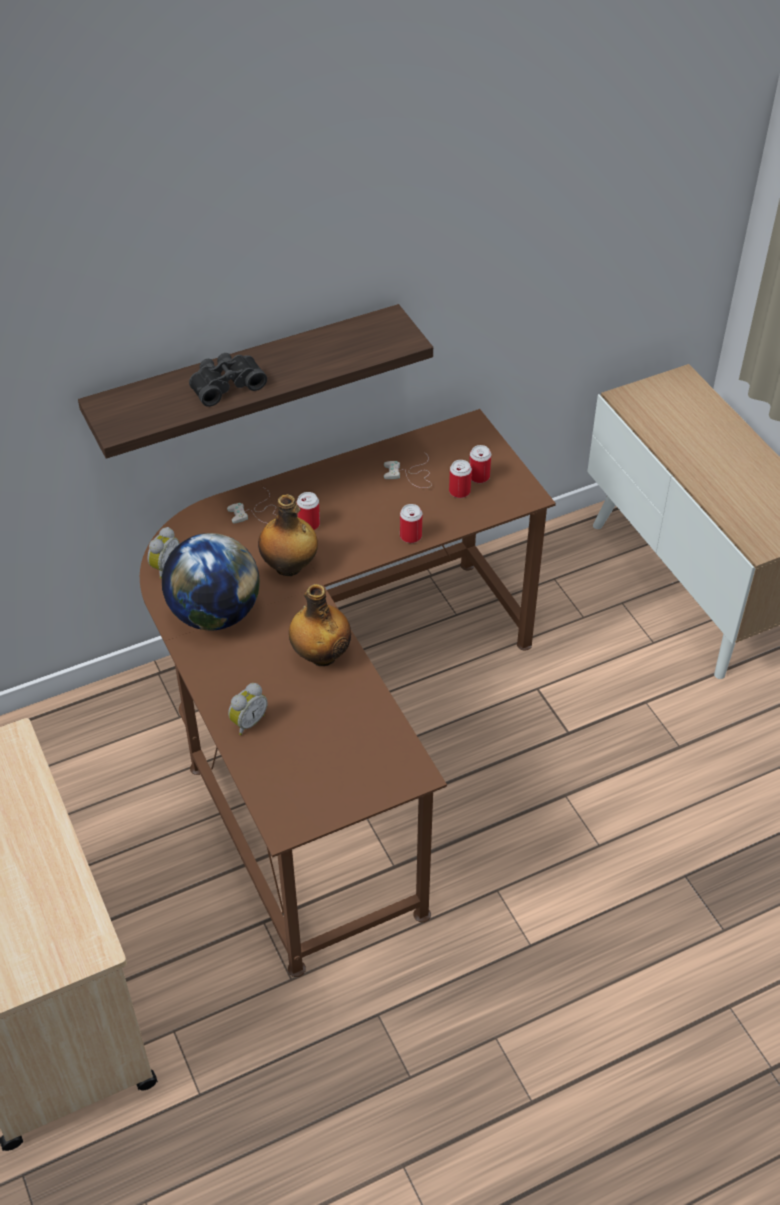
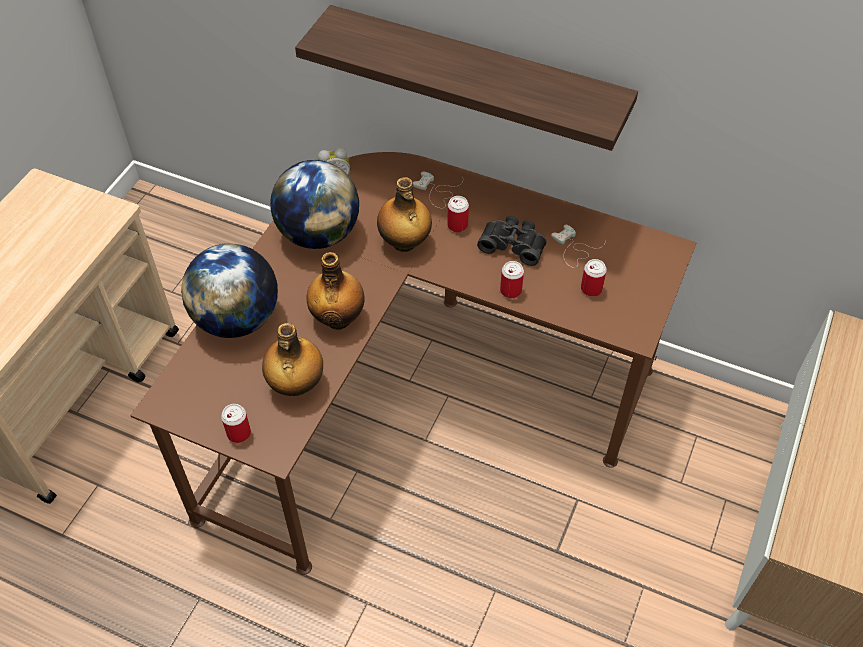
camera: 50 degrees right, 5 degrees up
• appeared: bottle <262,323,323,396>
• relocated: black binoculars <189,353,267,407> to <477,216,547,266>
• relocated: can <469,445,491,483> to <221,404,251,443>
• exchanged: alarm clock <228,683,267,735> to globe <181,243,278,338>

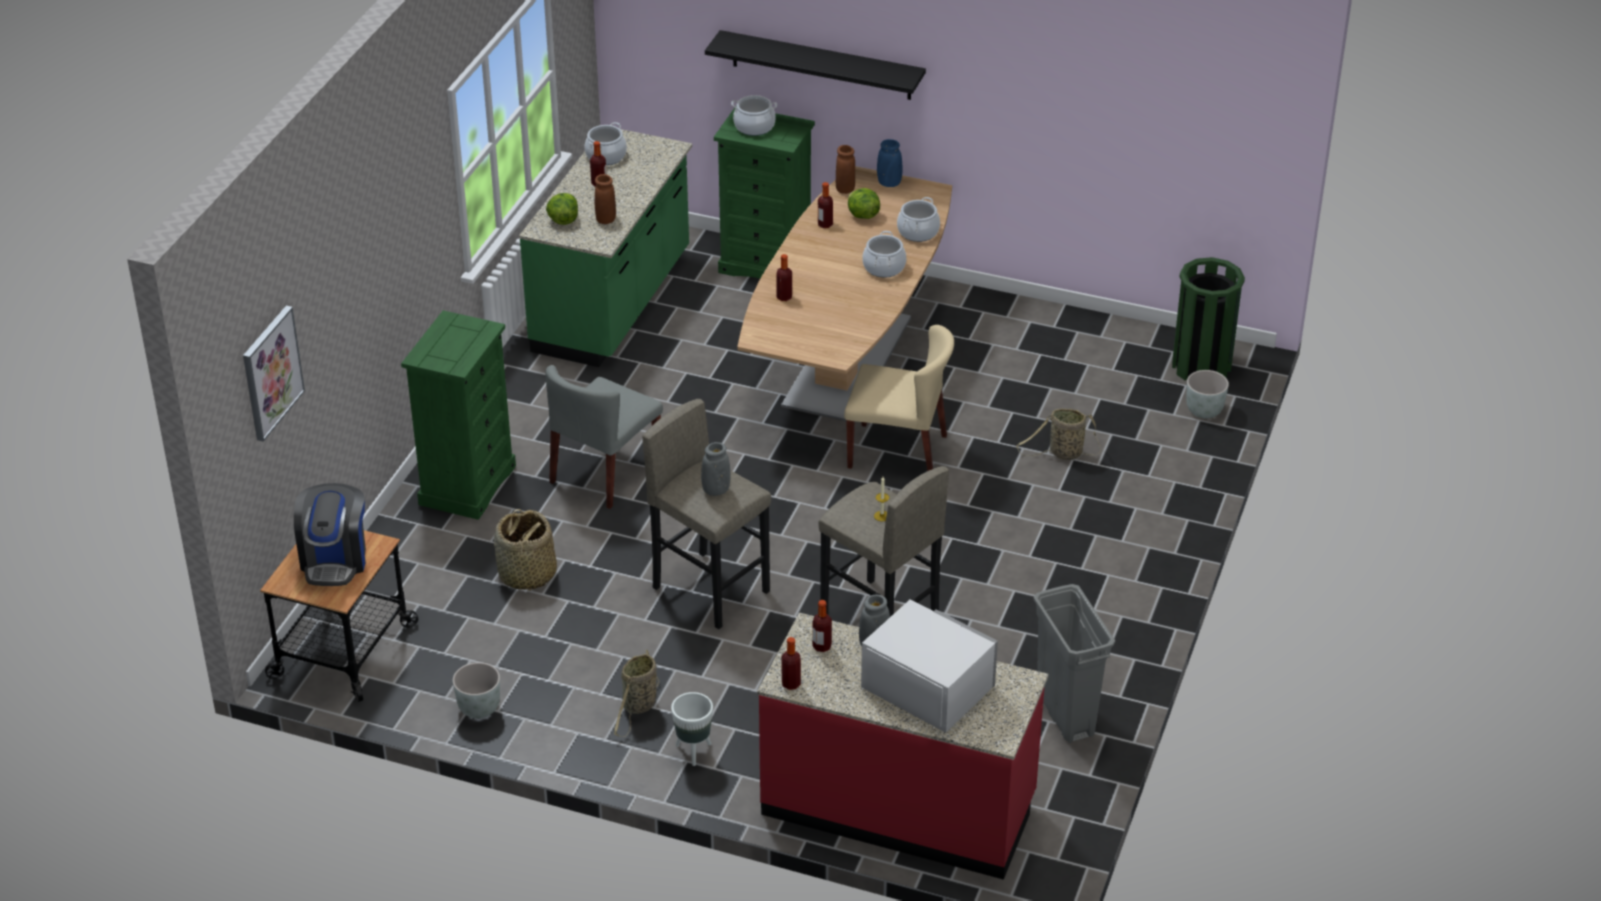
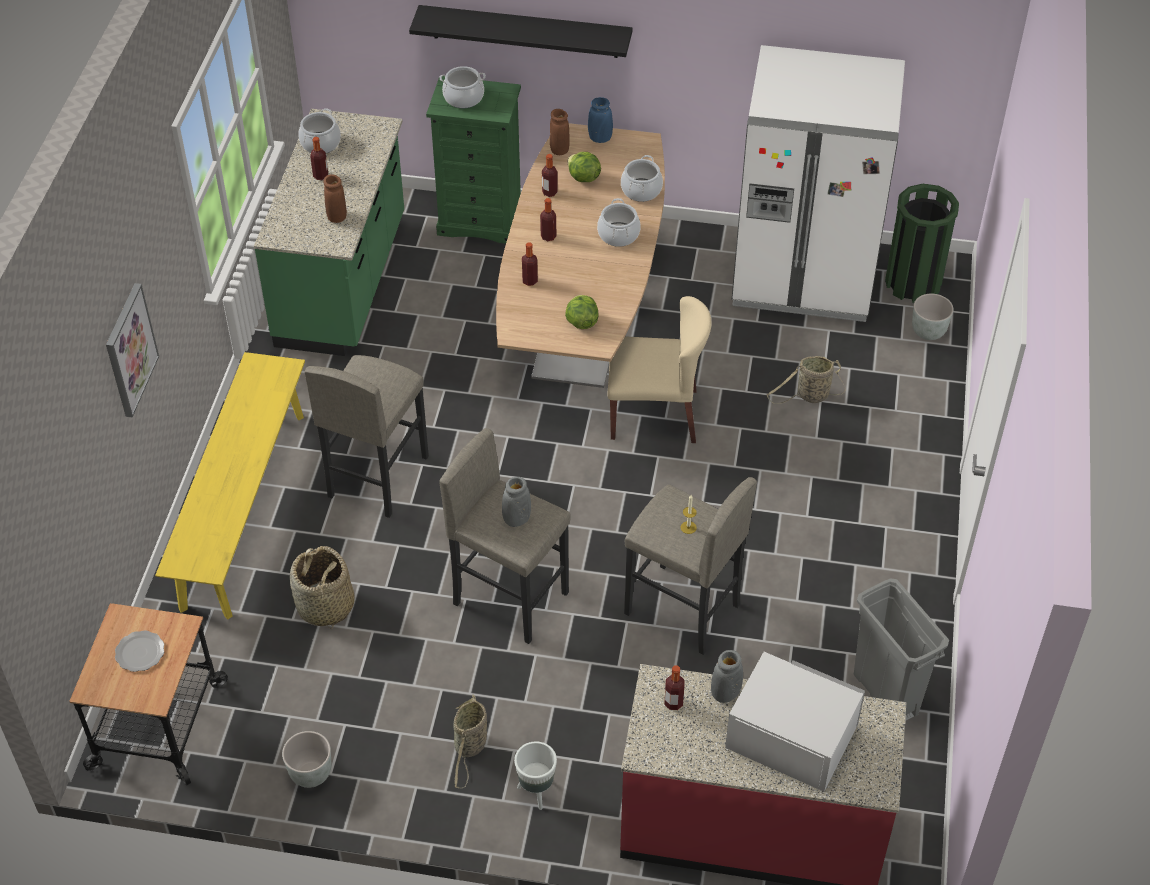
camera: 10 degrees left, 10 degrees up
• appeared: white fridge <732,45,905,322>
• relocated: picture <243,306,305,442> to <106,283,159,417>
• relocated: lettuce <546,193,578,225> to <565,295,599,329>
• relocated: bottle <782,637,801,690> to <540,198,556,241>
• exchanged: coffee machine <294,483,366,586> to plate <115,630,164,672>
• exchanged: green dresser <401,310,516,520> to yellow bench <155,352,305,620>
• exchanged: grey chair <545,365,663,509> to grey stool <304,355,429,518>

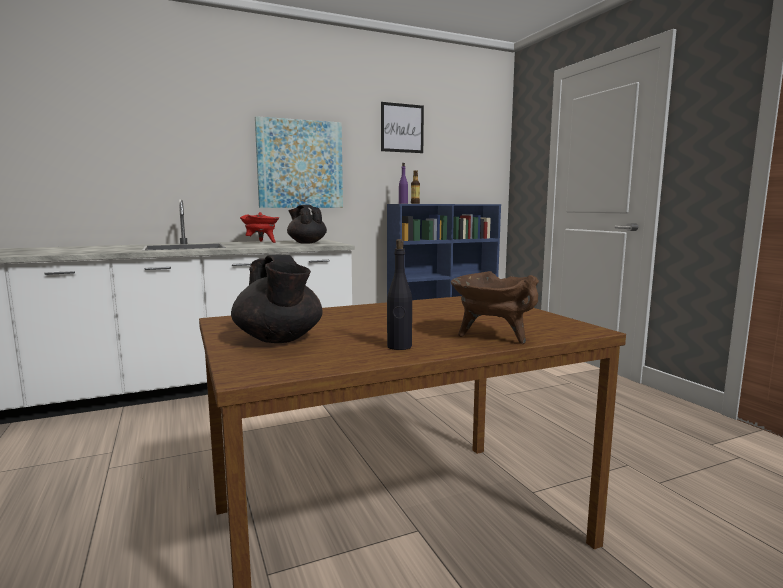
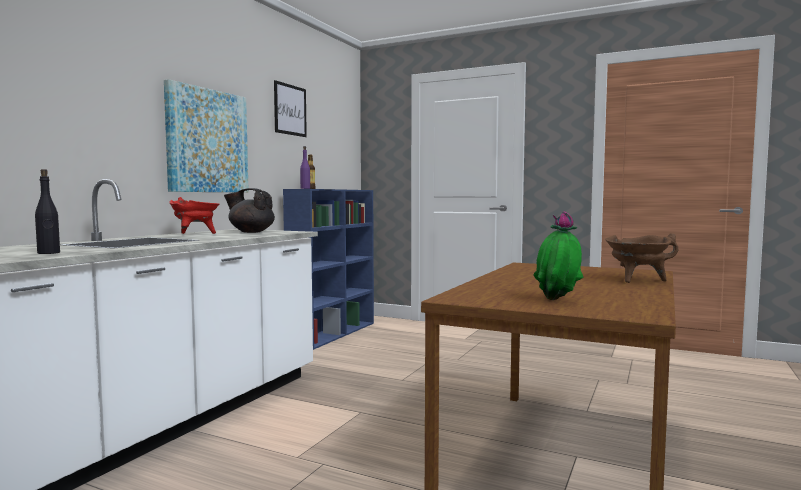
camera: 40 degrees left, 5 degrees down
• relocated: black bottle <387,239,412,350> to <35,169,60,254>
• exchanged: black teapot <231,255,322,343> to potted plant <533,212,584,300>

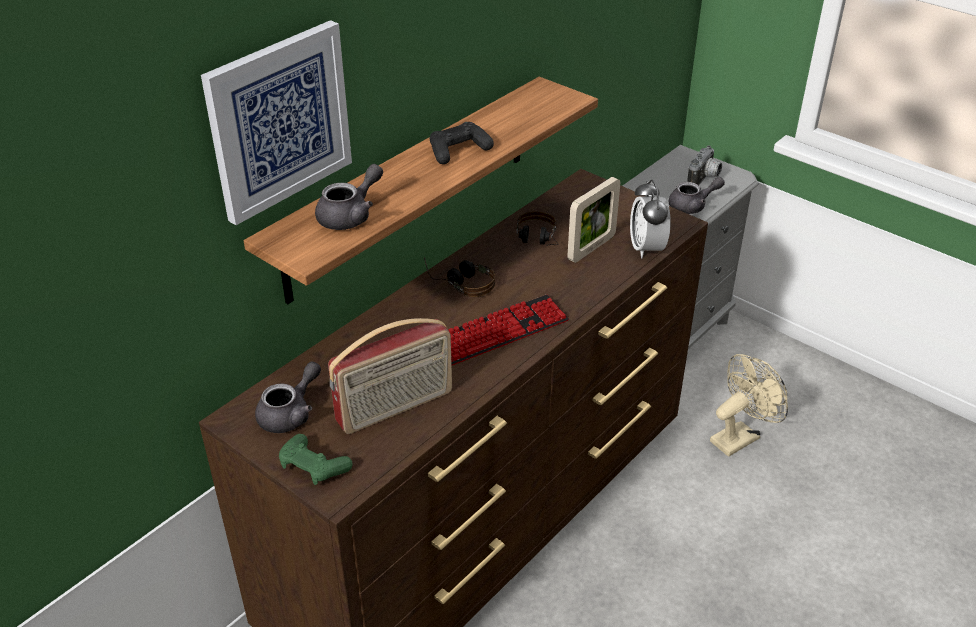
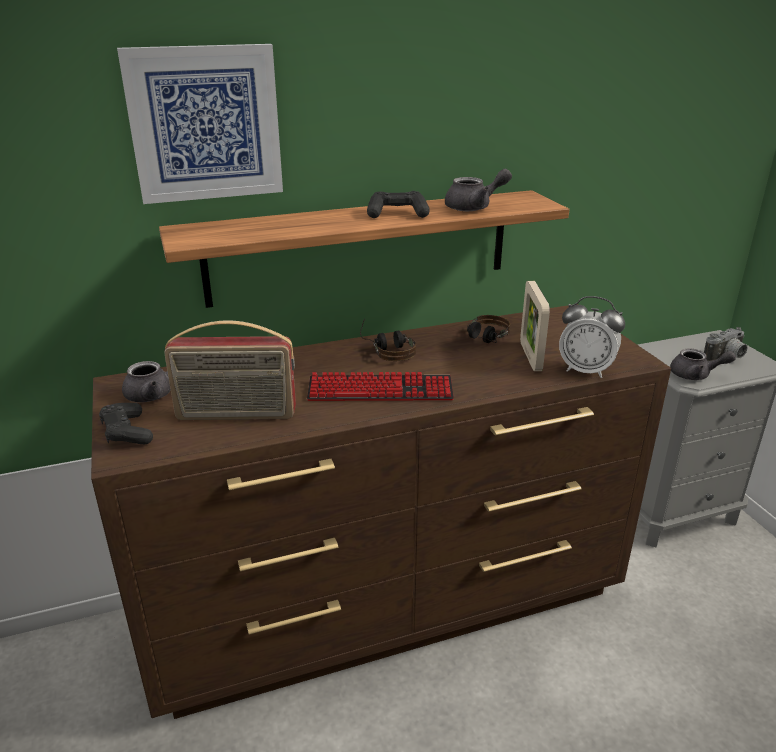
camera: 30 degrees right, 10 degrees down
• missing: beige fan <710,354,788,457>
• relocated: grey teapot <315,164,383,230> to <445,169,512,211>
• colour: green game controller <279,434,353,485> to black game controller <99,403,153,444>
• spun: picture frame <567,177,620,263> = <520,281,550,371> 105 degrees clockwise
• spun: alarm clock <630,180,671,258> = <559,296,625,378> 90 degrees counterclockwise

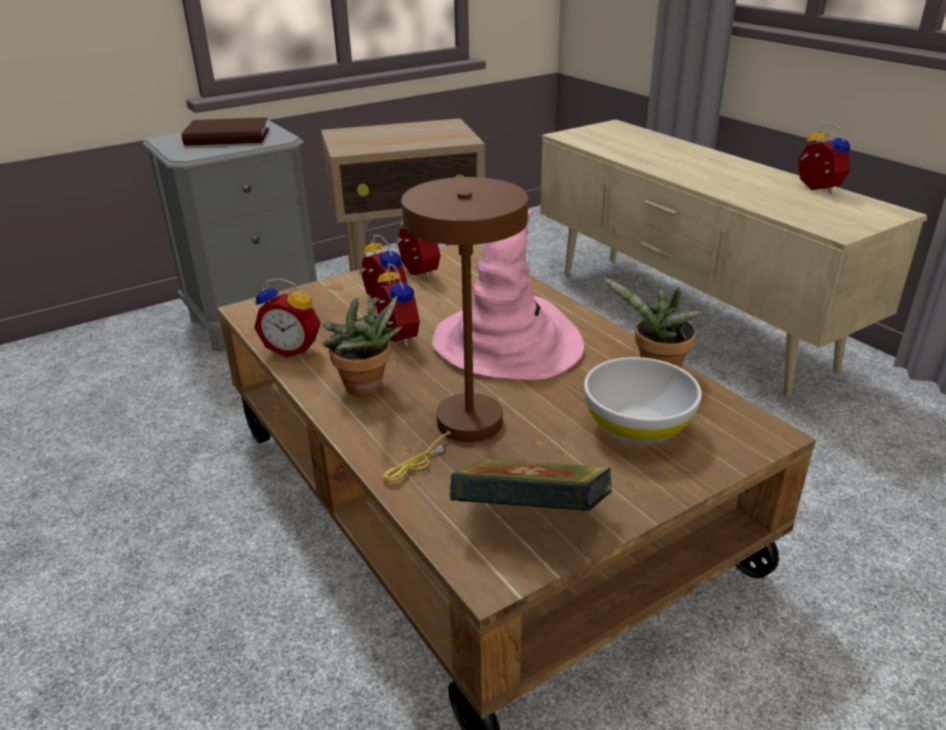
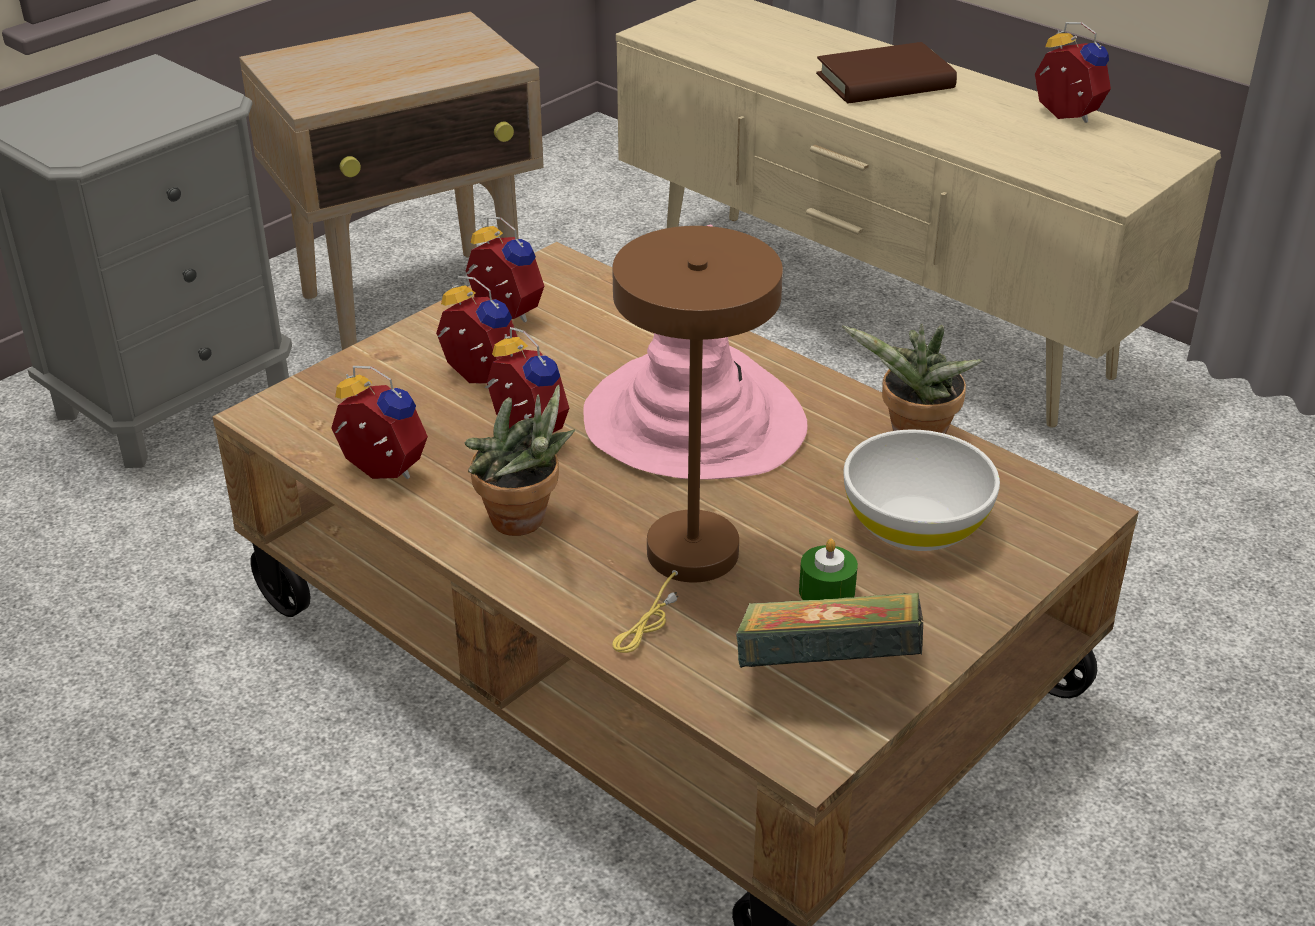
camera: 15 degrees left, 5 degrees up
• appeared: green candle <799,539,858,600>
• relocated: brown book <182,117,269,146> to <816,42,957,103>
• spun: alarm clock <254,278,321,357> = <331,366,428,479> 150 degrees counterclockwise

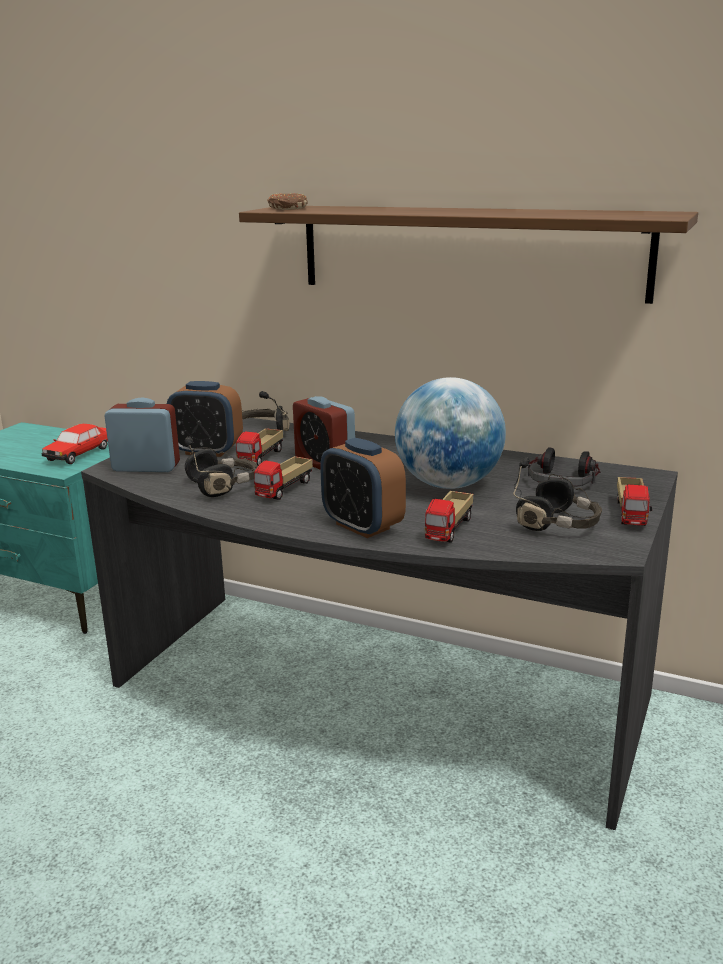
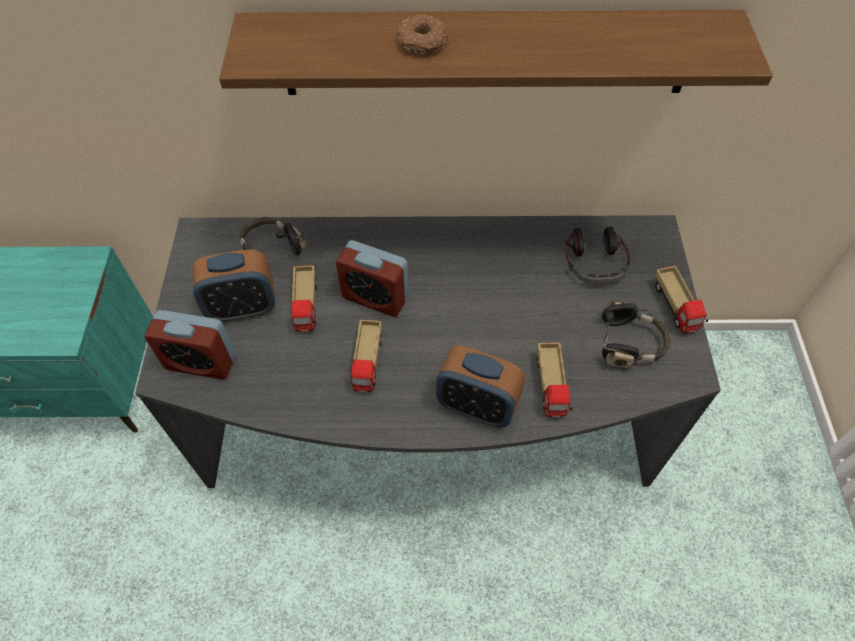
camera: 25 degrees left, 35 degrees up
• missing: toy car <41,424,108,464>
• missing: black headphones <185,437,258,497>
• missing: globe <395,377,506,489>
• relocated: donut <267,193,308,210> to <397,14,448,54>
• spun: alarm clock <104,397,180,472> = <145,310,236,380> 150 degrees counterclockwise

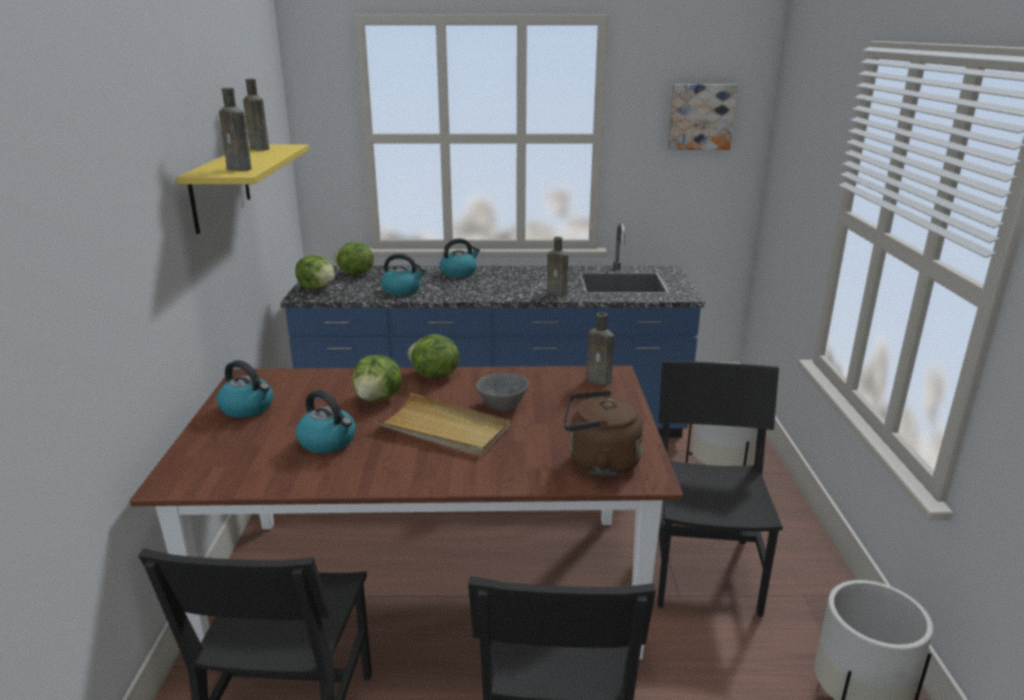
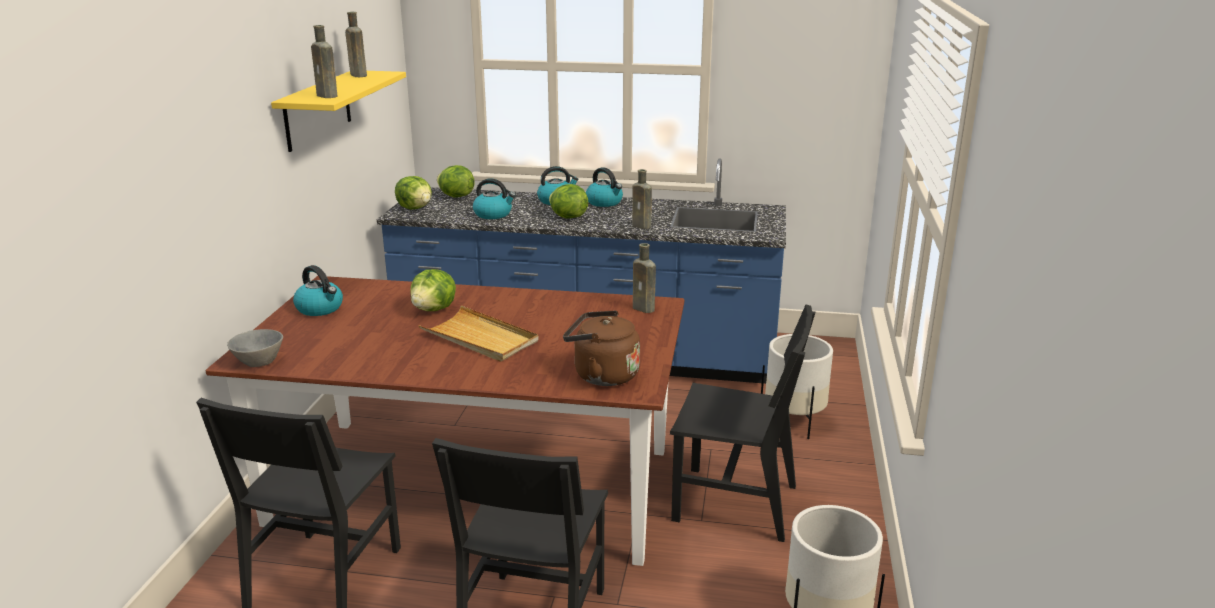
camera: 10 degrees right, 0 degrees up
• missing: picture <668,84,738,150>
• relocated: kettle <296,390,356,453> to <586,167,623,207>
• relocated: lettuce <408,334,459,378> to <549,184,588,219>
• relocated: grey bowl <476,373,529,411> to <227,329,283,367>
• spun: black chair <658,361,783,616> = <670,305,815,542> 90 degrees clockwise

